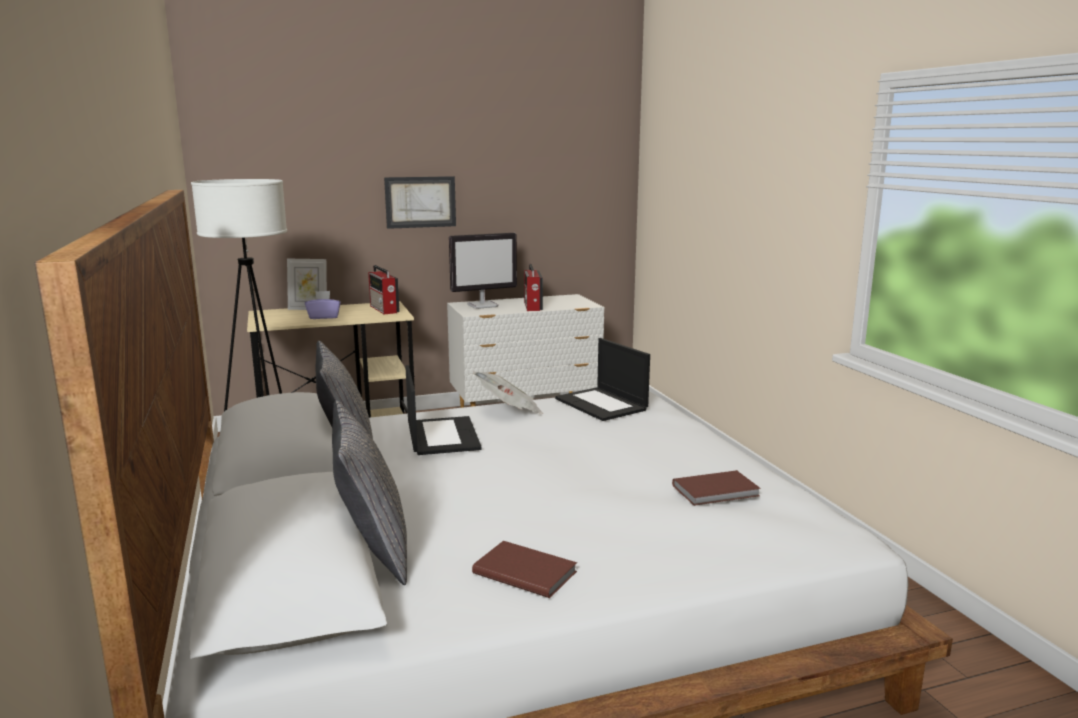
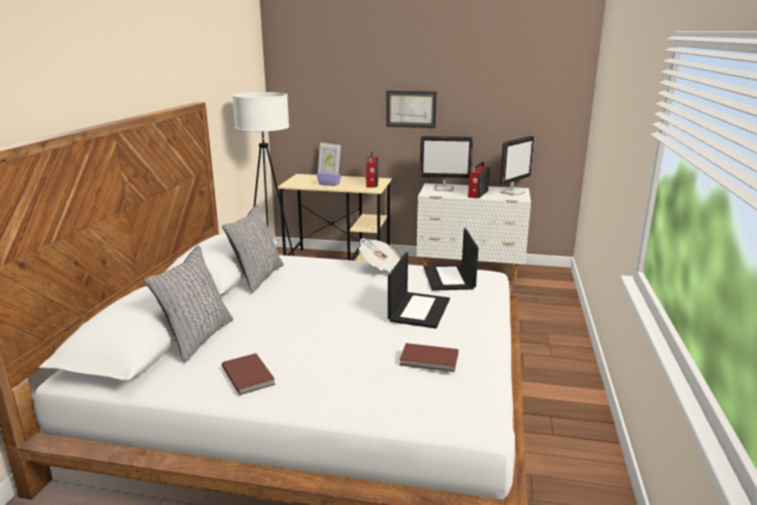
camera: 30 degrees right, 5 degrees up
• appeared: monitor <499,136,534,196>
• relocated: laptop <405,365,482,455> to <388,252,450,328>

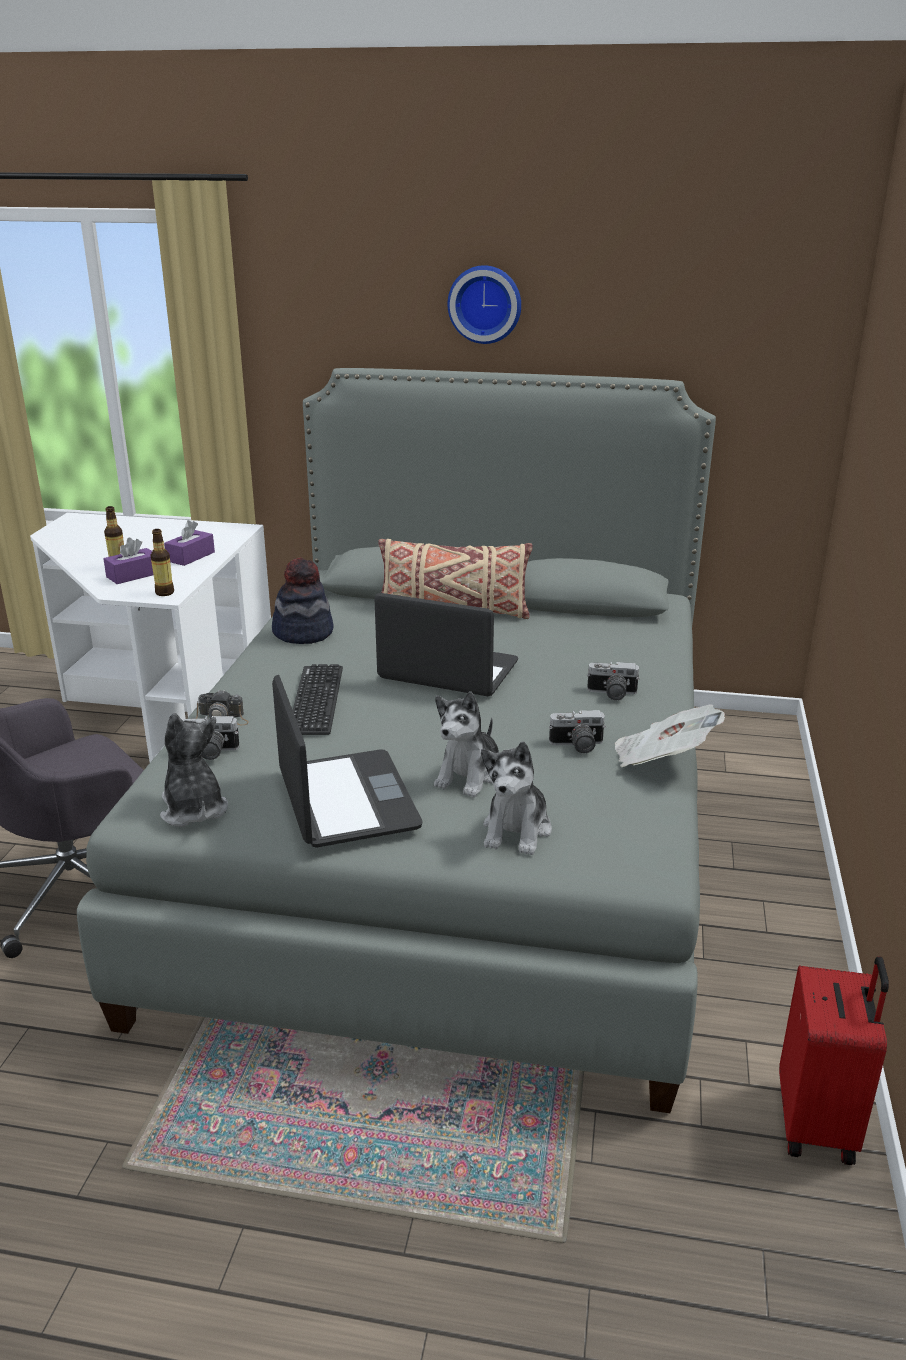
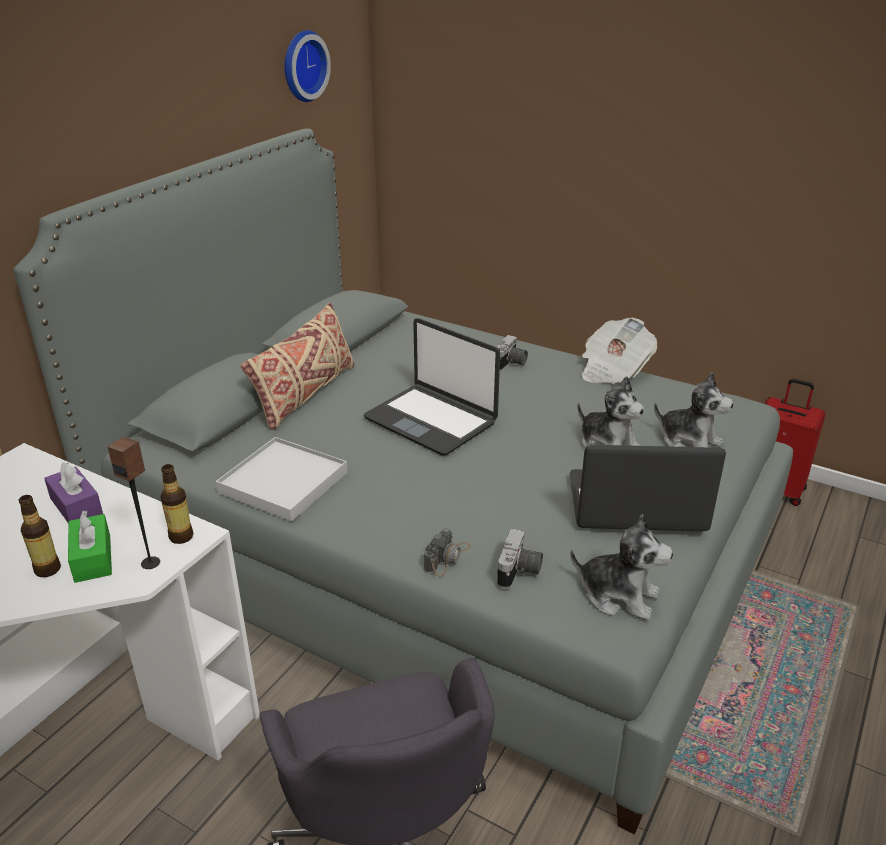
camera: 70 degrees left, 5 degrees up
• missing: keyboard <293,664,343,735>
• missing: photo camera <549,710,606,753>
• appeared: speaker <108,436,160,569>
• relocated: wall clock <448,265,521,344> to <284,30,331,102>
• exchanged: hat <272,558,334,644> to white tray <215,437,348,522>
• colour: purple tissue box <103,538,153,584> to green tissue box <68,511,112,583>
• spun: plush toy <160,713,228,827> = <570,514,673,620> 150 degrees counterclockwise
• spun: laptop <375,593,518,696> = <364,318,500,456> 90 degrees counterclockwise

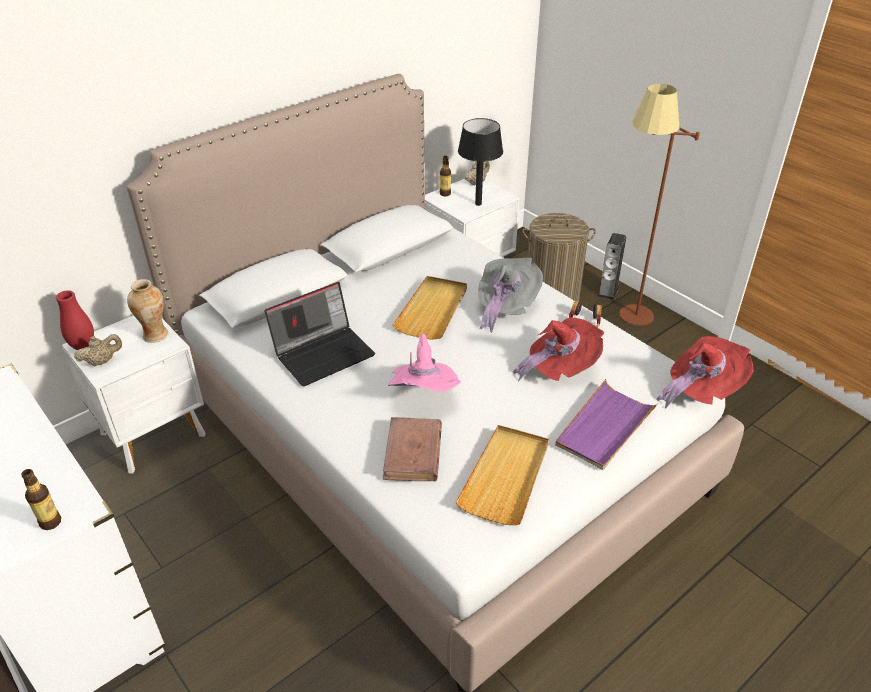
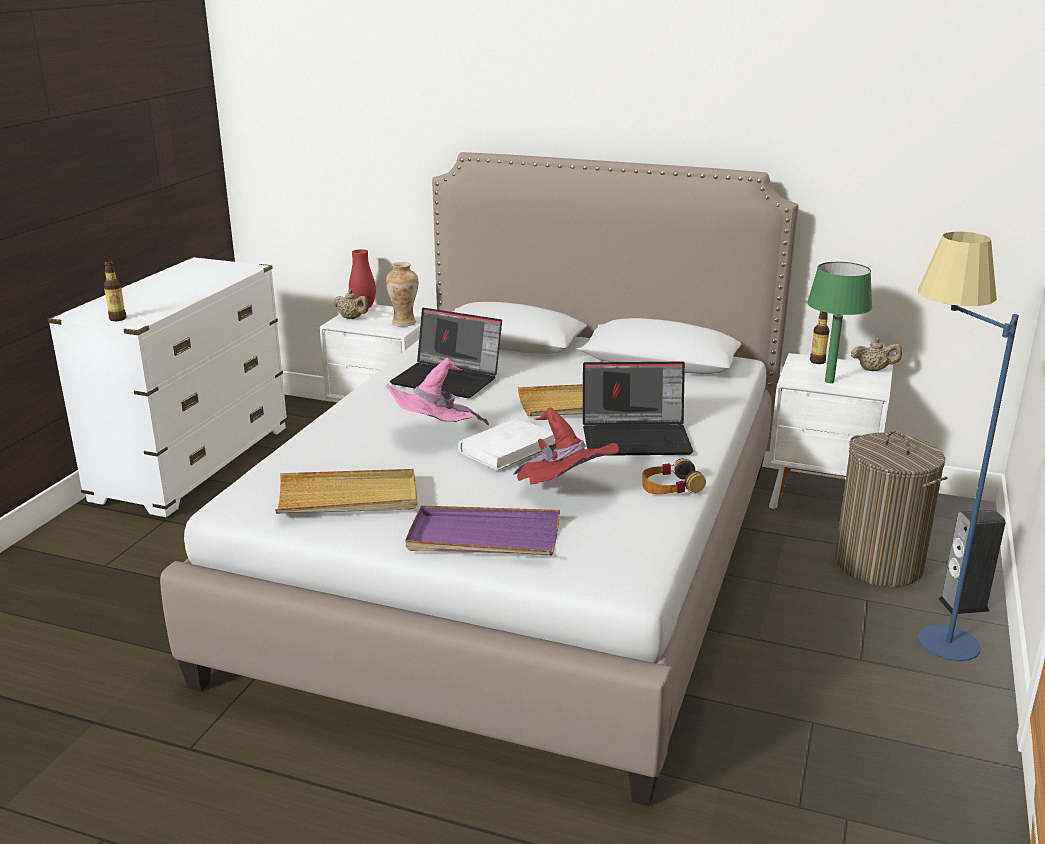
camera: 60 degrees right, 15 degrees down
• missing: brown book <383,417,442,481>
• missing: red hat <656,336,754,409>
• appeared: white book <458,418,554,471>
• exchanged: grey hat <478,258,543,332> to laptop <583,362,693,456>
• colour: black table lamp <458,118,503,206> to green table lamp <807,262,872,383>
• colour: brown floor lamp <619,84,700,326> to blue floor lamp <918,232,1019,661>

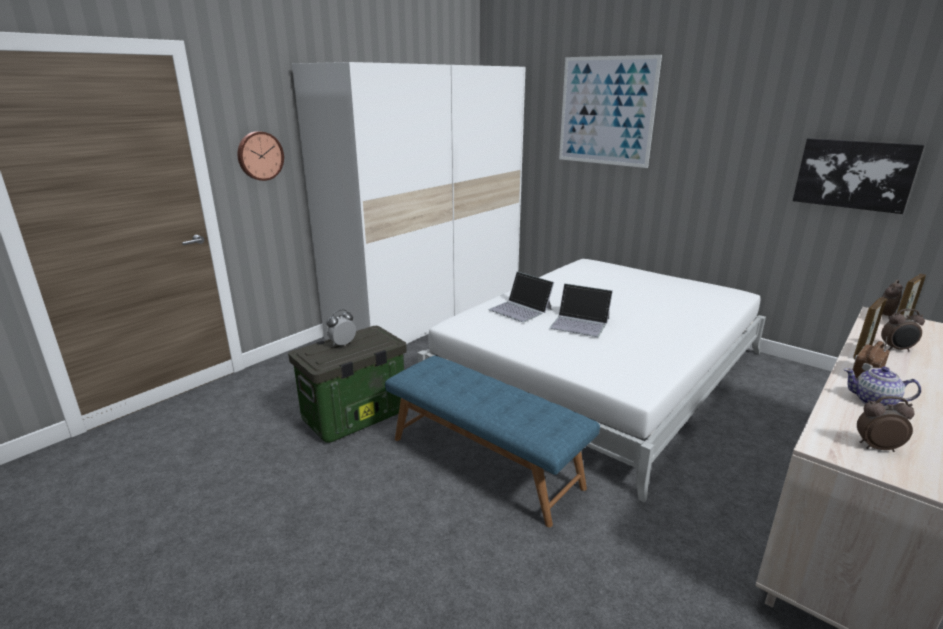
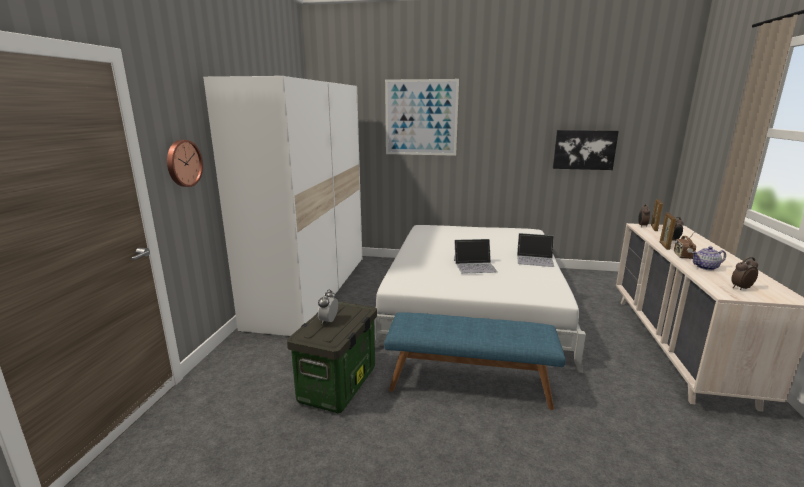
camera: 30 degrees left, 5 degrees down
• relocated: laptop <488,272,554,322> to <517,233,554,267>

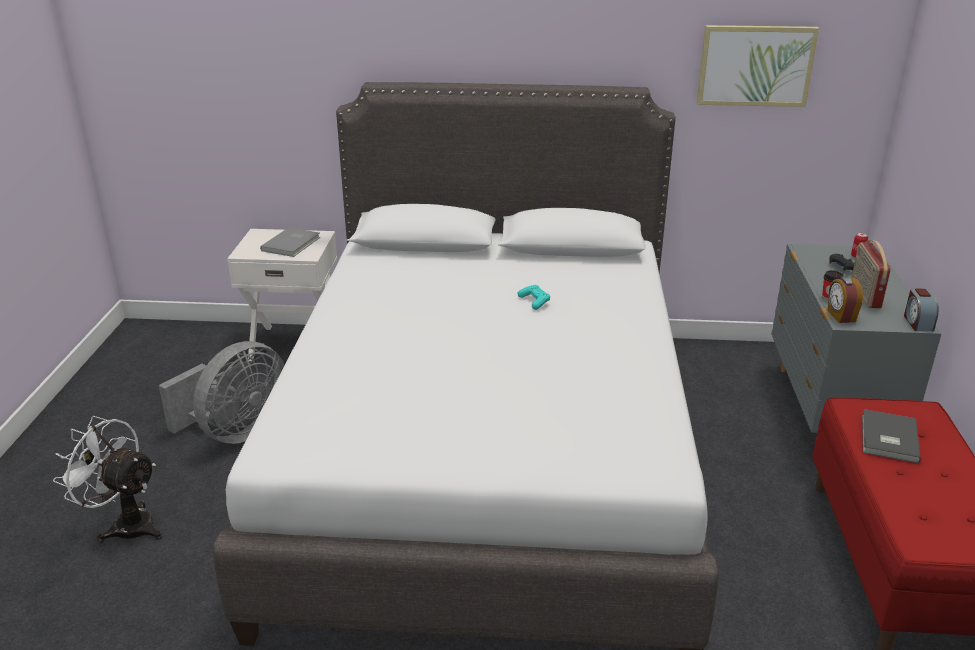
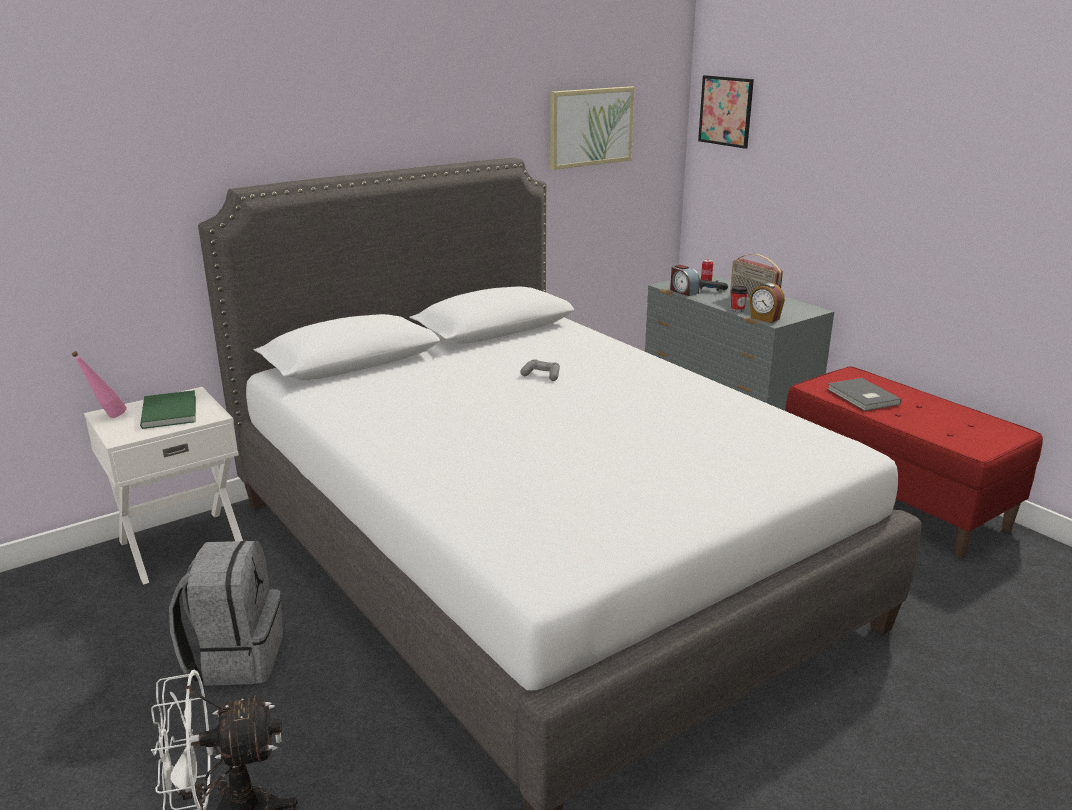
camera: 40 degrees left, 5 degrees down
• appeared: pink bottle <71,351,127,418>
• appeared: picture <698,75,754,149>
• relocated: alarm clock <904,288,939,331> to <670,265,700,296>
• exchanged: grey fan <159,341,284,444> to grey backpack <169,541,283,686>
• colour: grey book <260,227,320,257> to green book <140,390,196,429>
• colour: turquoise game controller <518,285,550,310> to grey game controller <520,359,560,381>

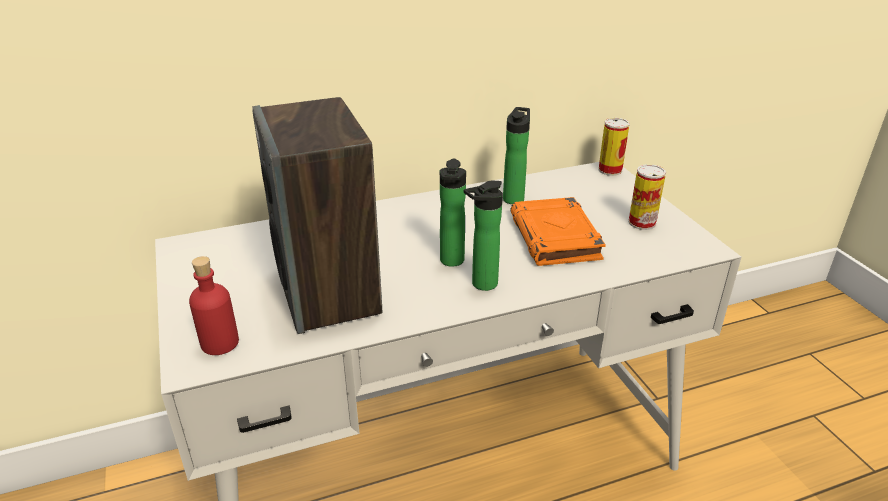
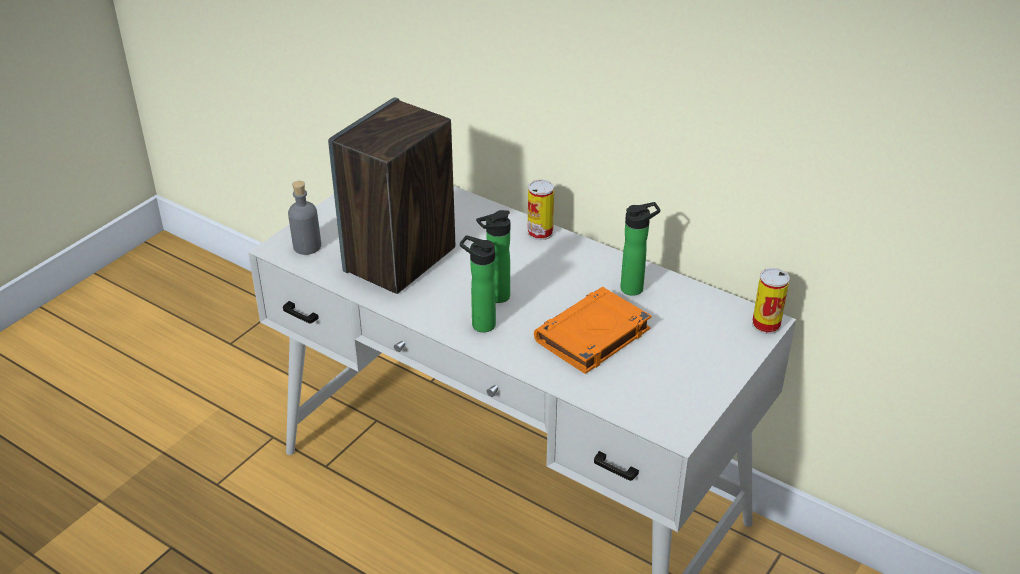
camera: 55 degrees right, 5 degrees up
• relocated: can <628,164,666,230> to <528,179,554,240>
• colour: red bottle <189,256,239,355> to grey bottle <288,181,321,255>

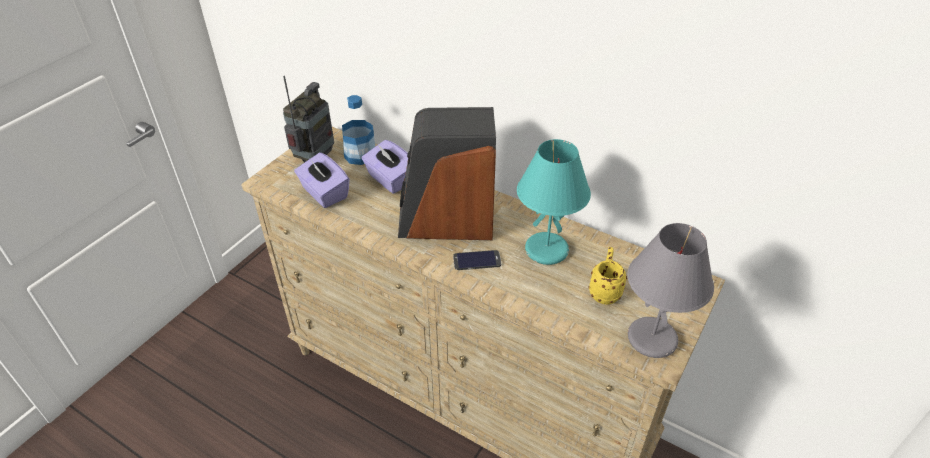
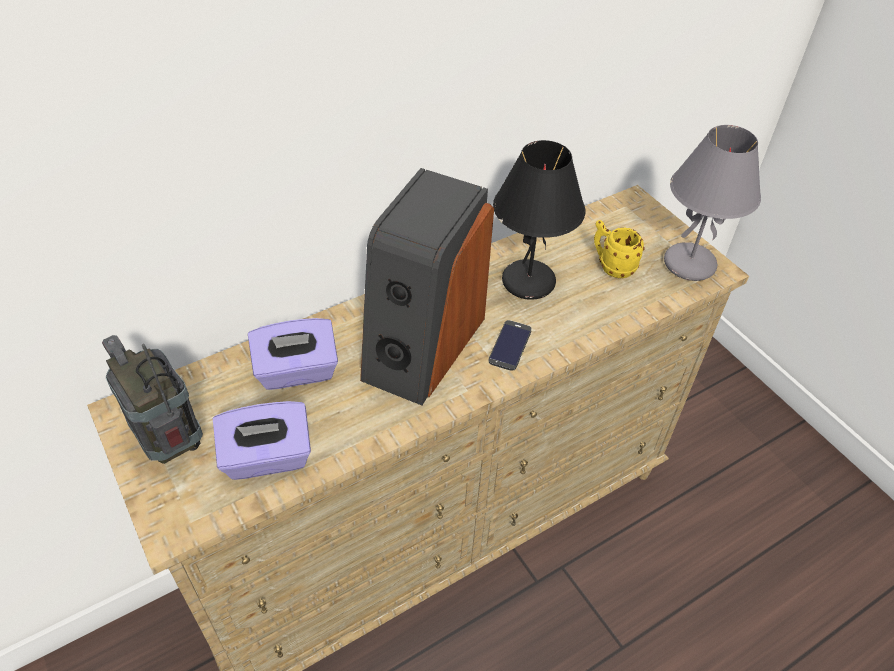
camera: 65 degrees left, 5 degrees up
• missing: bottle <342,95,375,165>
• colour: turquoise table lamp <517,139,591,265> to black table lamp <493,140,585,300>

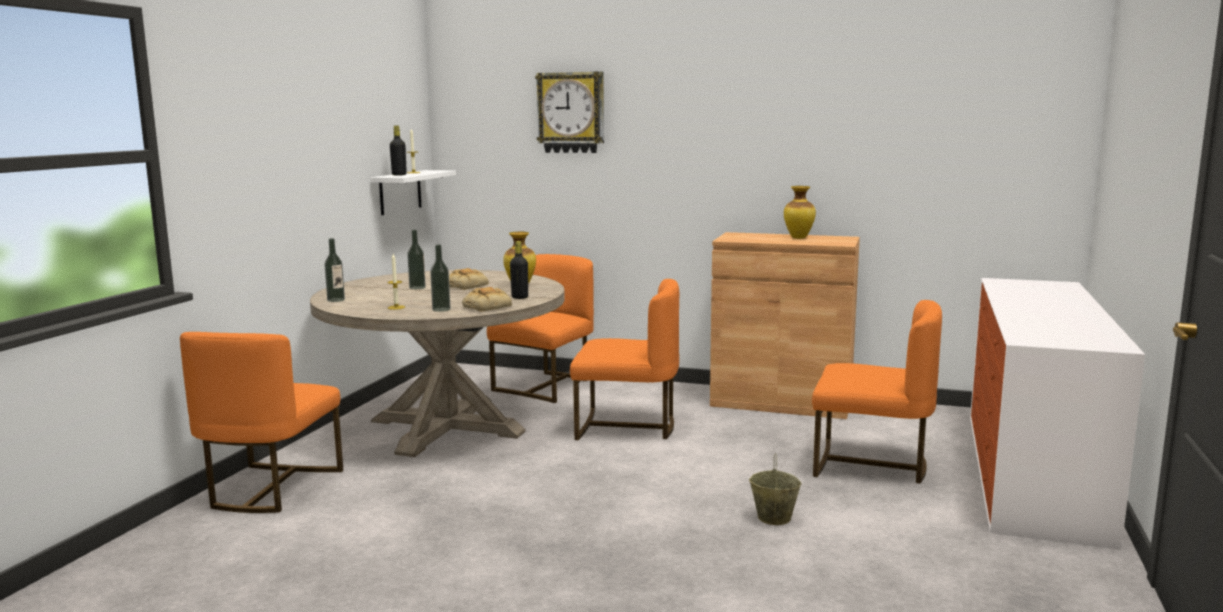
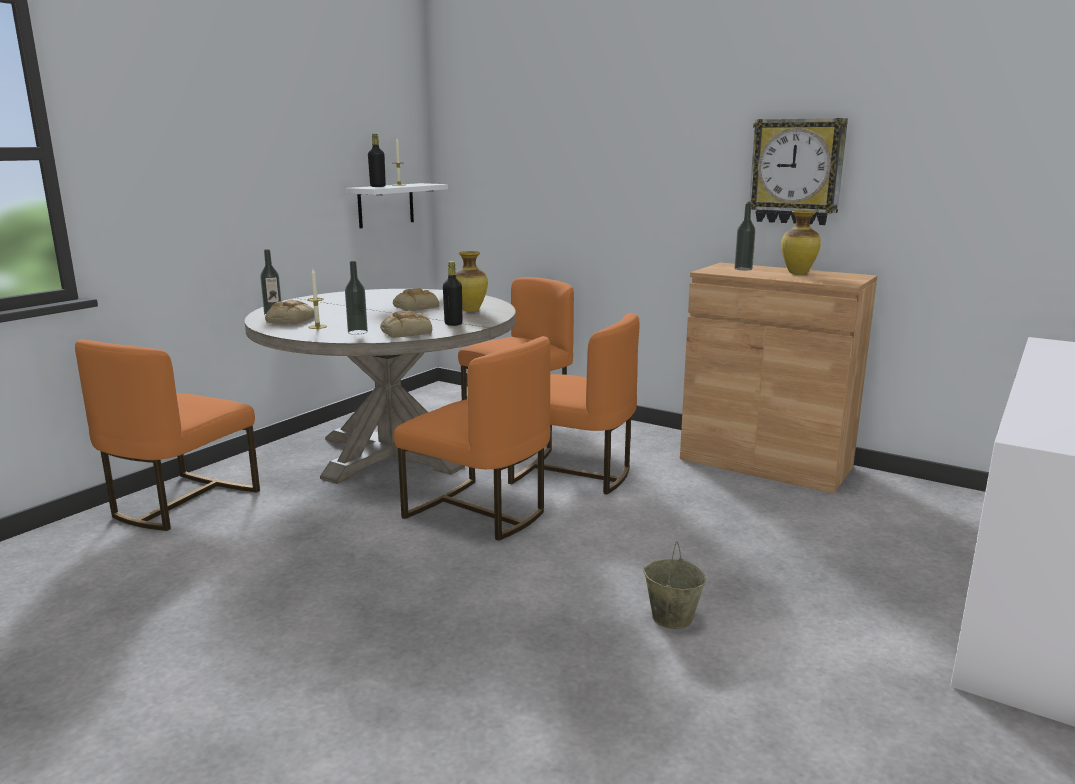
camera: 15 degrees right, 5 degrees up
• appeared: bread <265,299,315,324>
• relocated: bottle <407,230,426,289> to <735,203,756,270>
• relocated: wall clock <535,71,604,153> to <748,118,848,225>
• relocated: orange chair <812,300,942,483> to <394,336,550,541>

